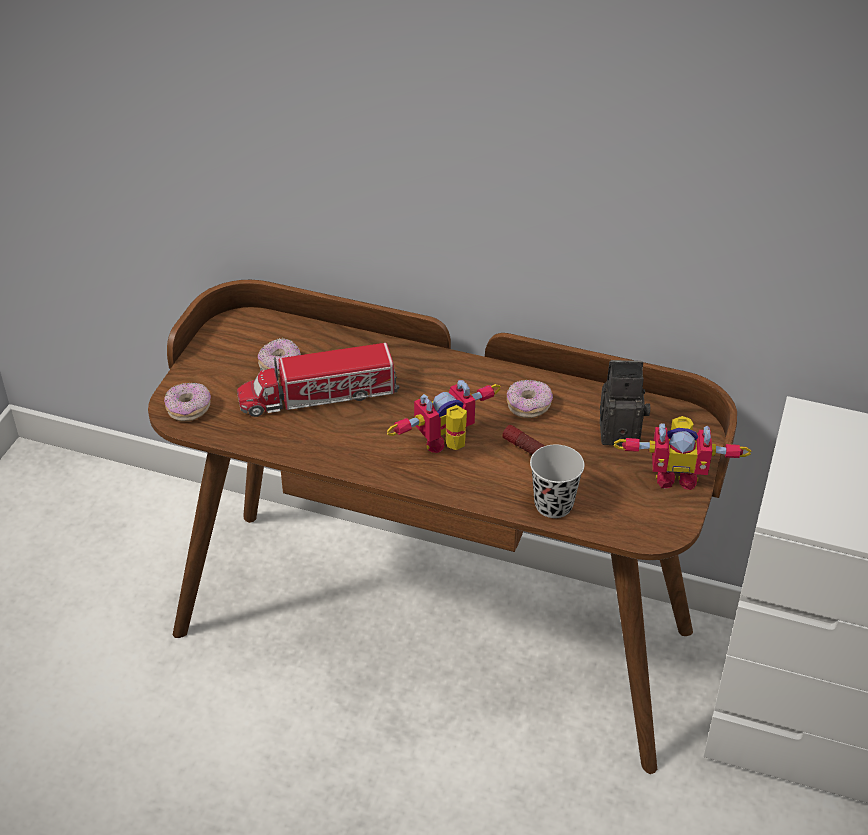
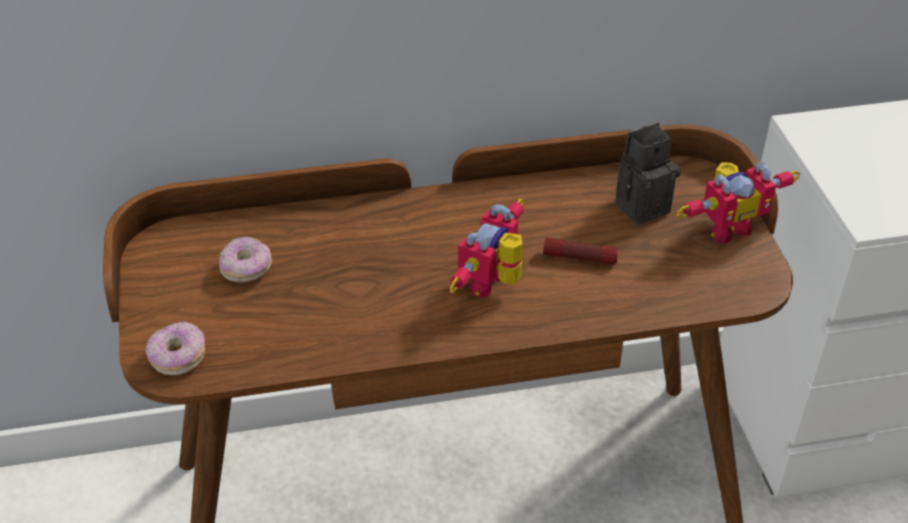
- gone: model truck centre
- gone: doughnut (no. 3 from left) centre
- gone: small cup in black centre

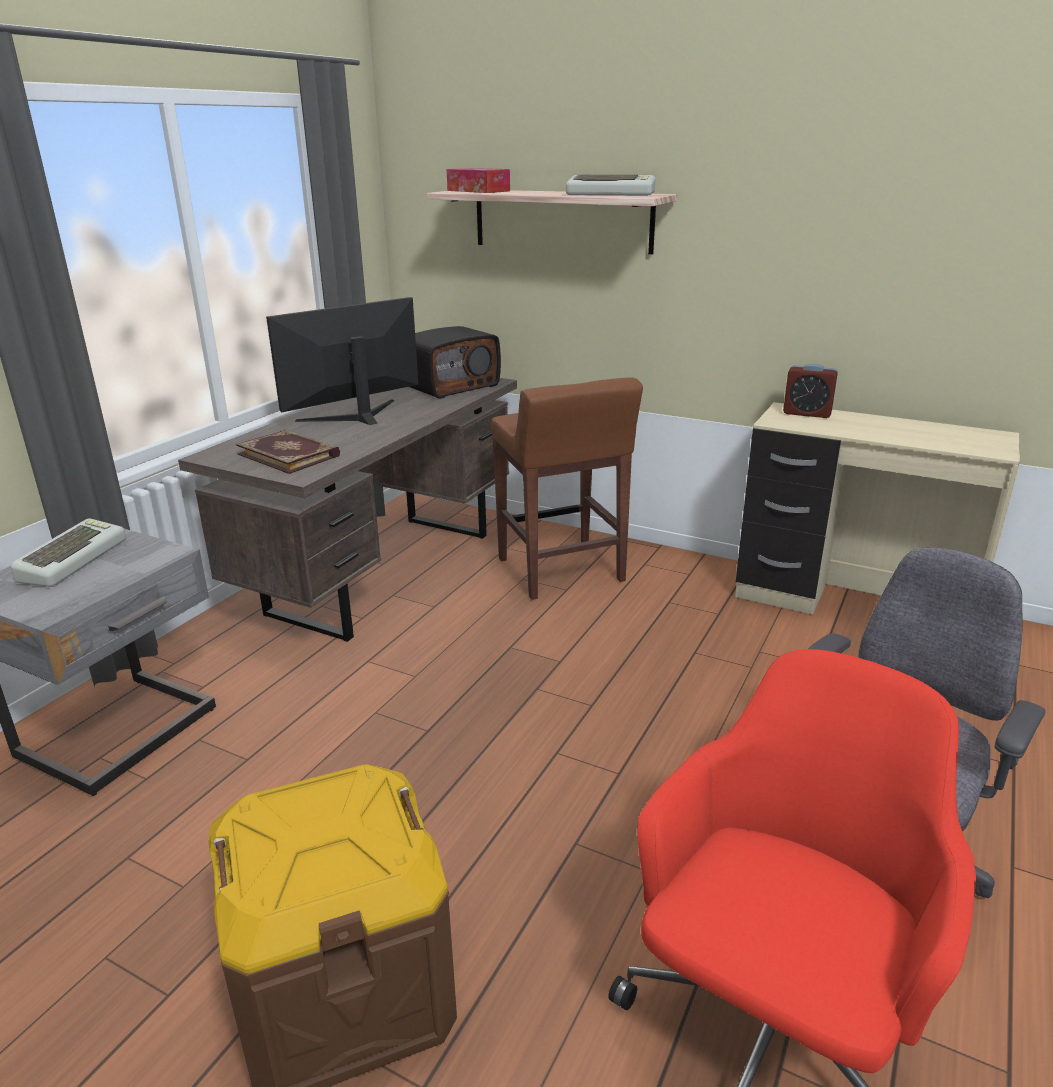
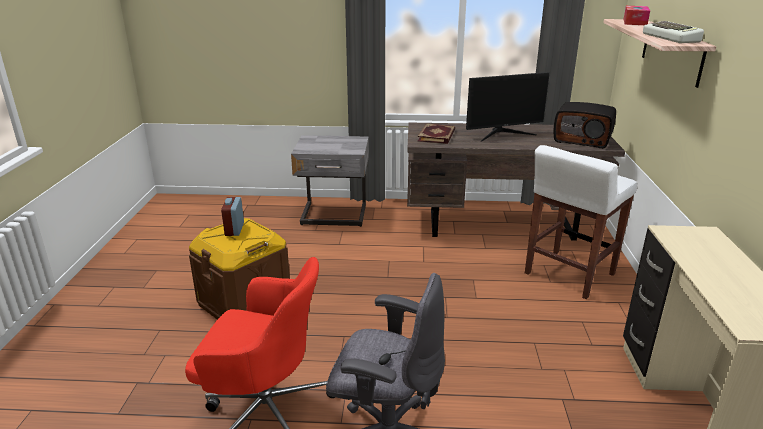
- rotated: computer screen top left = top centre 135 degrees clockwise
- shifted: bedside clock middle right to middle left
- repainted: sitting stool in brown-coloured centre to sitting stool in white-coloured middle right
- gone: computer keyboard (no. 1 from left) middle left

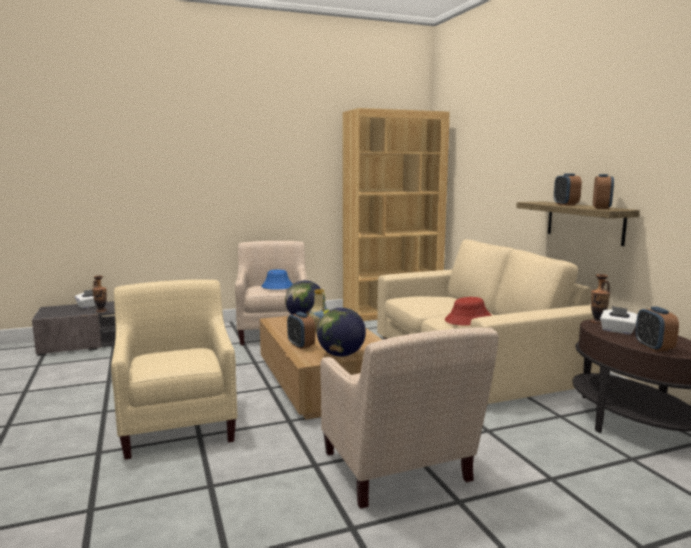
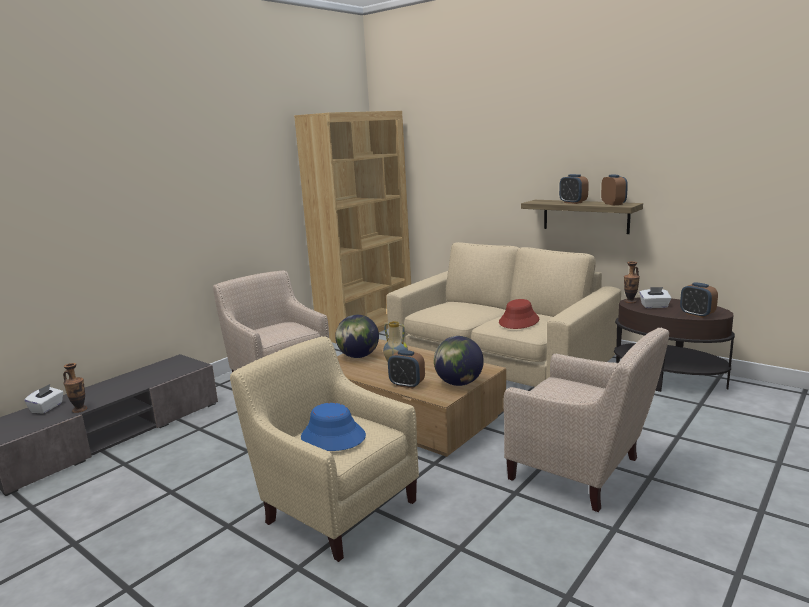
- shifted: hat in blue centre to bottom centre

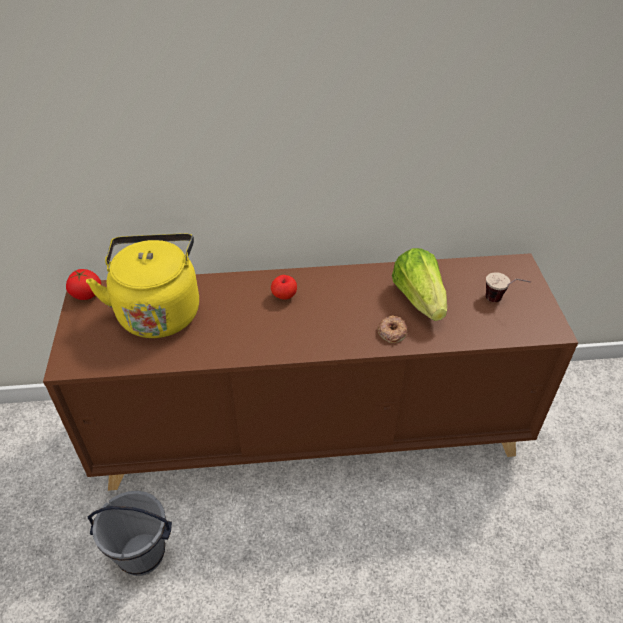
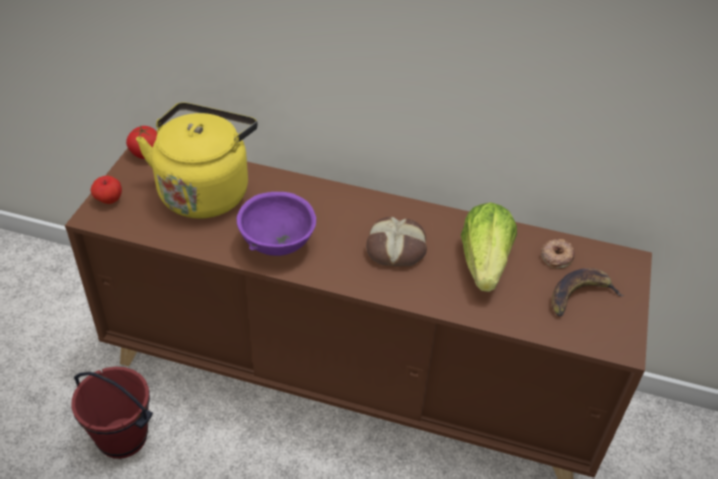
- swapped: small cup middle right to banana middle right
- shifted: whole apple centre to middle left
- shifted: doughnut centre to middle right
- repainted: pail in gray bottom left to pail in red bottom left
- new: bowl in purple centre
- new: bread centre

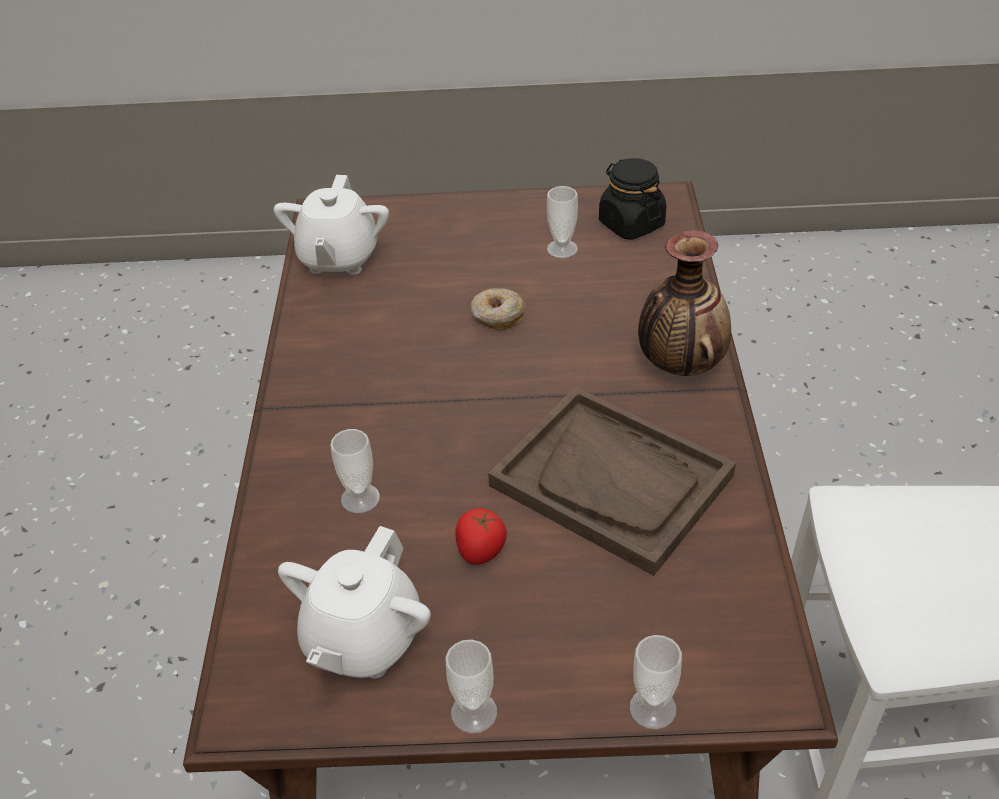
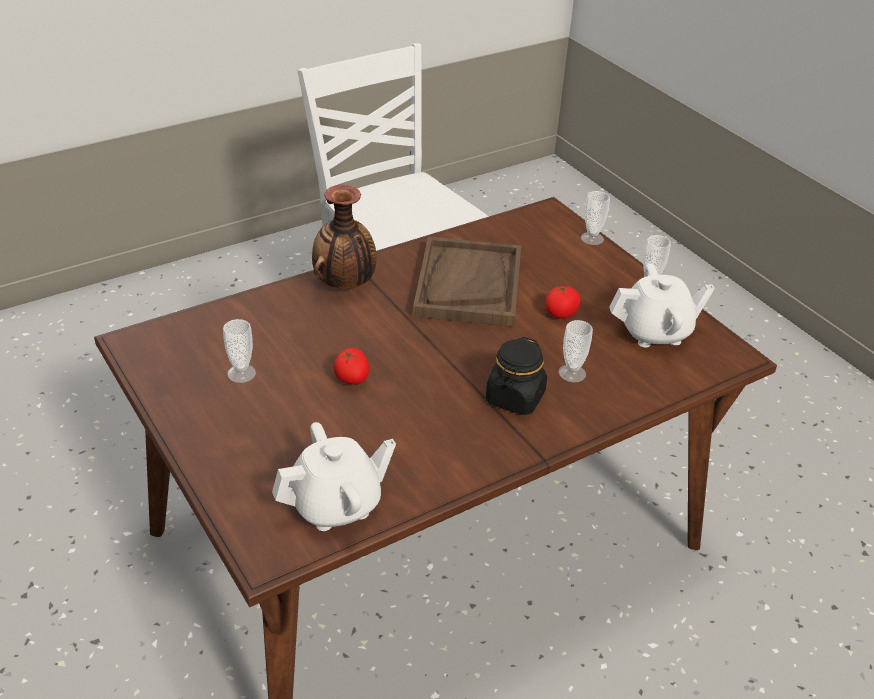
- shifted: preserve jar in black top centre to centre
- swapped: doughnut centre to fresh tomato (no. 1 from left) centre

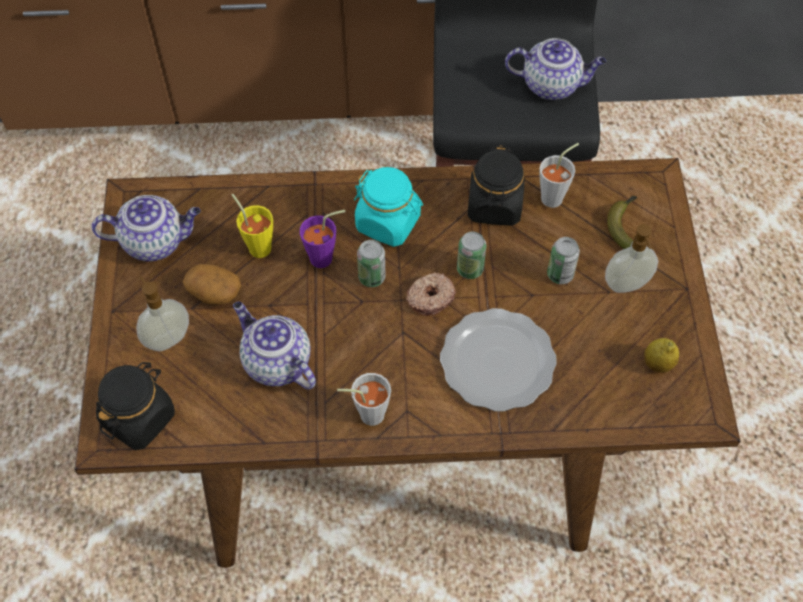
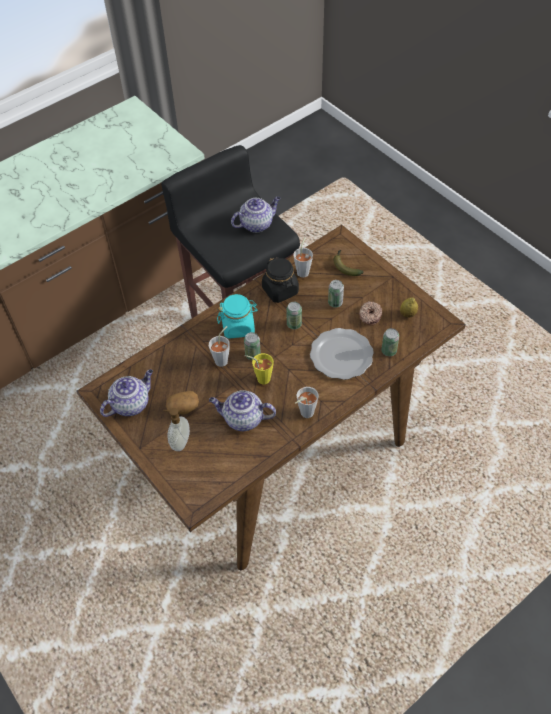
- shifted: small cup in yellow-coloured middle left to centre
- repainted: small cup in purple centre to small cup in gray (no. 1 from left) centre
- gone: soap dispenser (no. 2 from left) middle right
- shifted: doughnut centre to middle right
- gone: preserve jar in black (no. 1 from left) bottom left
- new: metal can (no. 4 from left) middle right

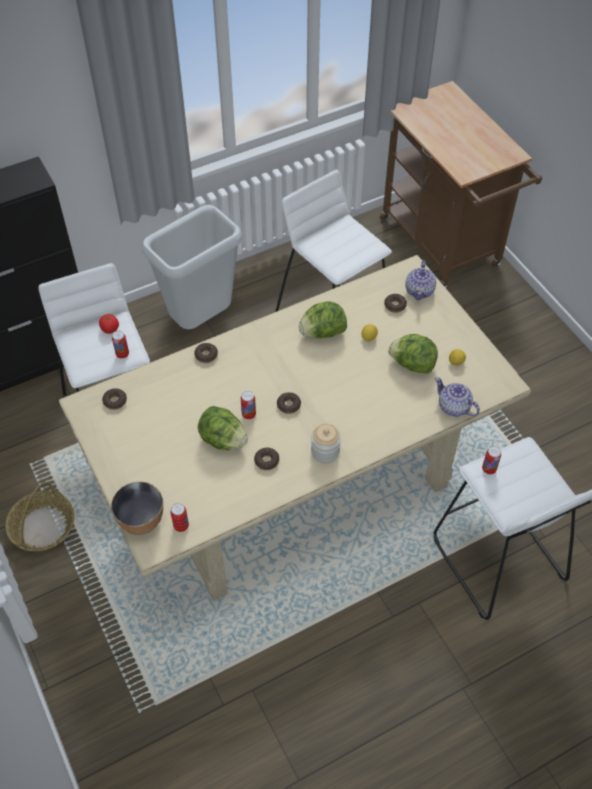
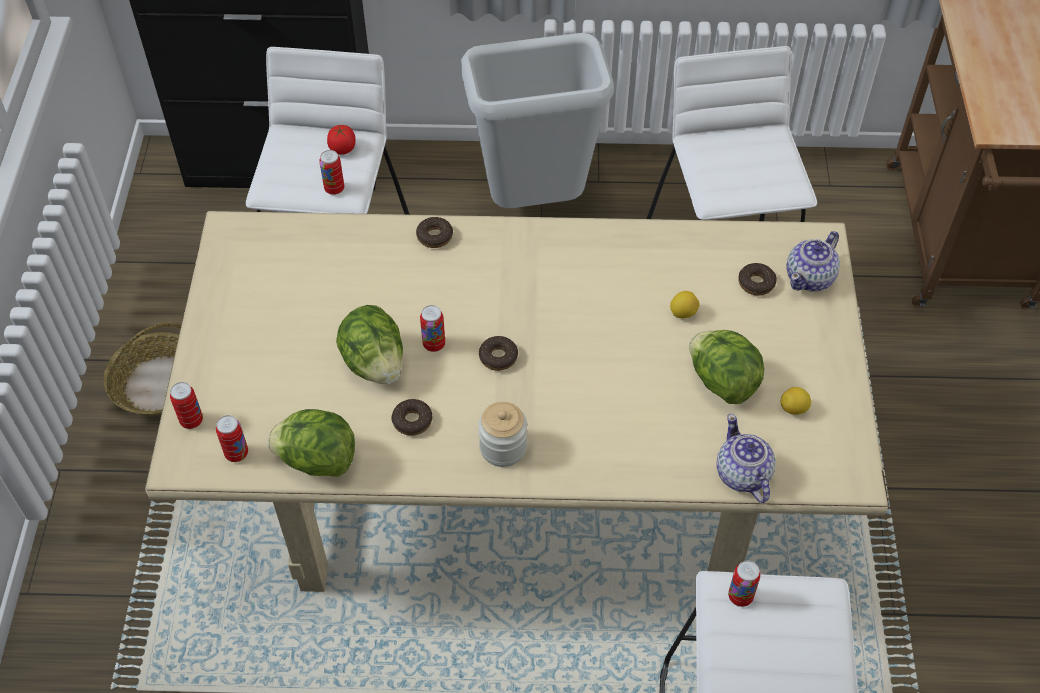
- shifted: lettuce head (no. 2 from left in the first image) centre to lettuce head (no. 1 from left) middle left
- gone: doughnut (no. 1 from left) middle left
- swapped: bowl middle left to metal can (no. 1 from left) middle left

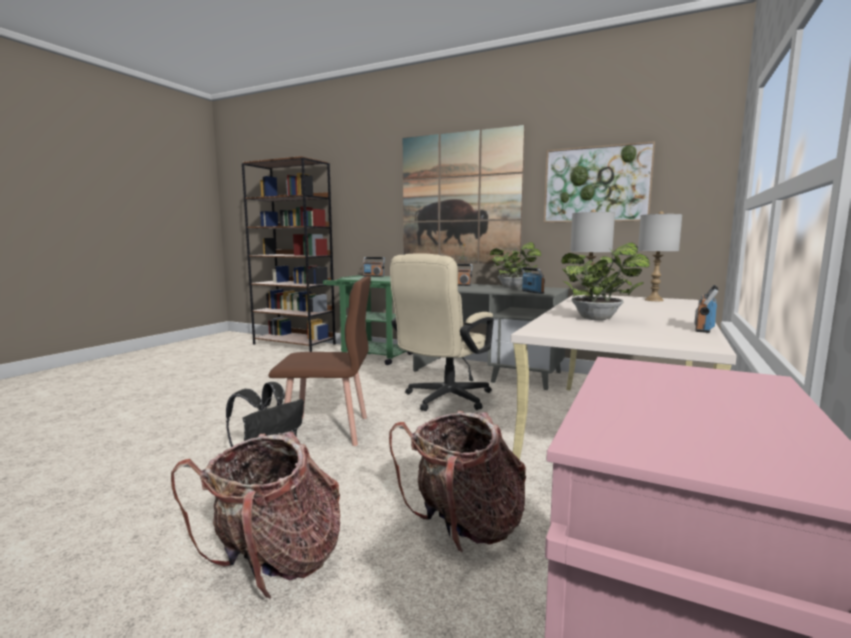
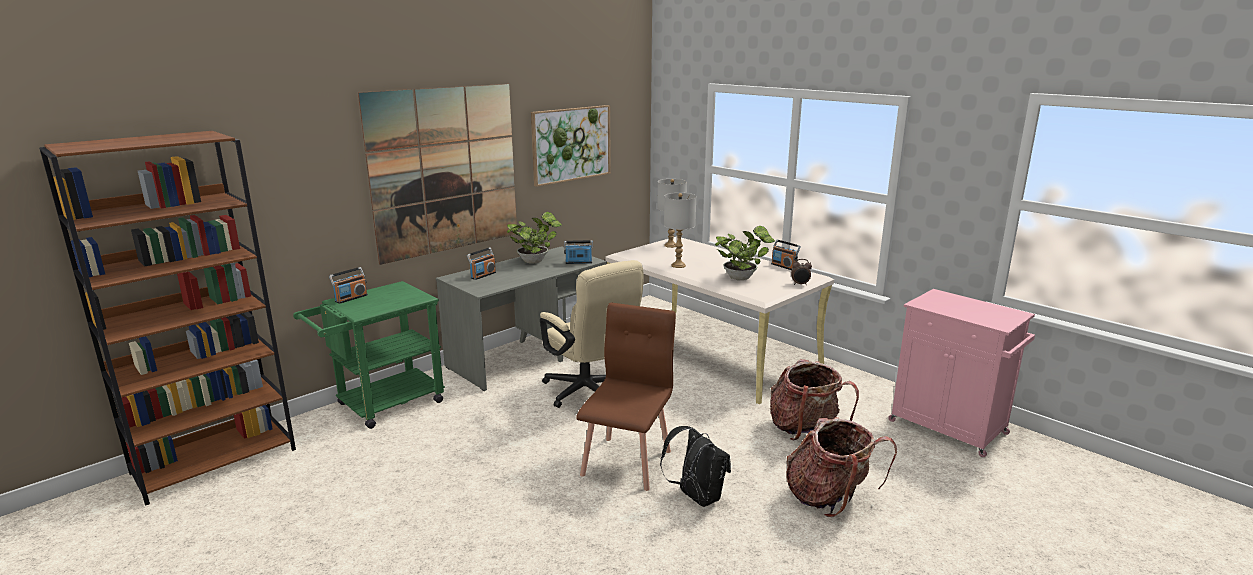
- new: bedside clock centre

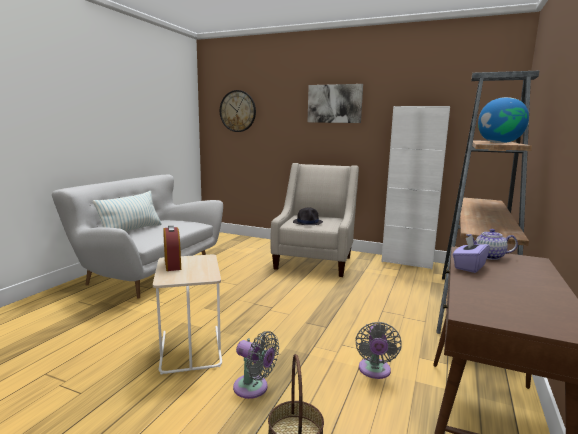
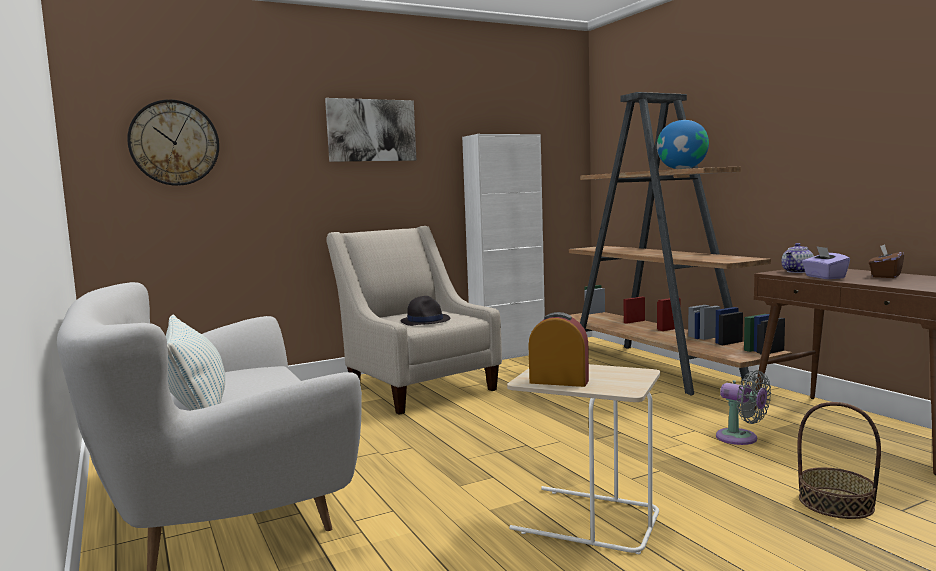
- gone: fan in gray (no. 1 from left) bottom centre
- new: tissue holder in brown-coloured middle right

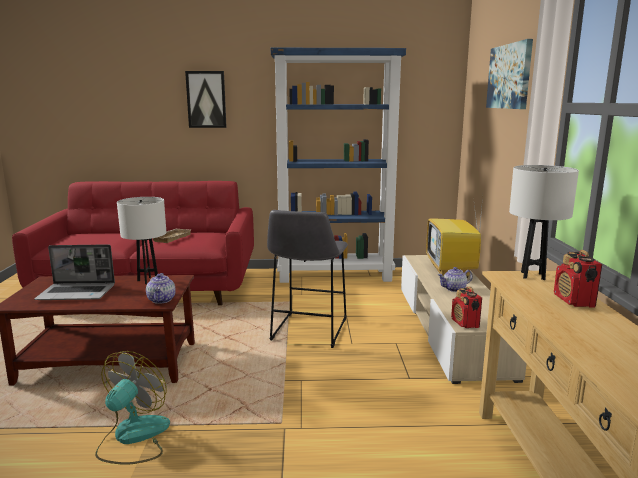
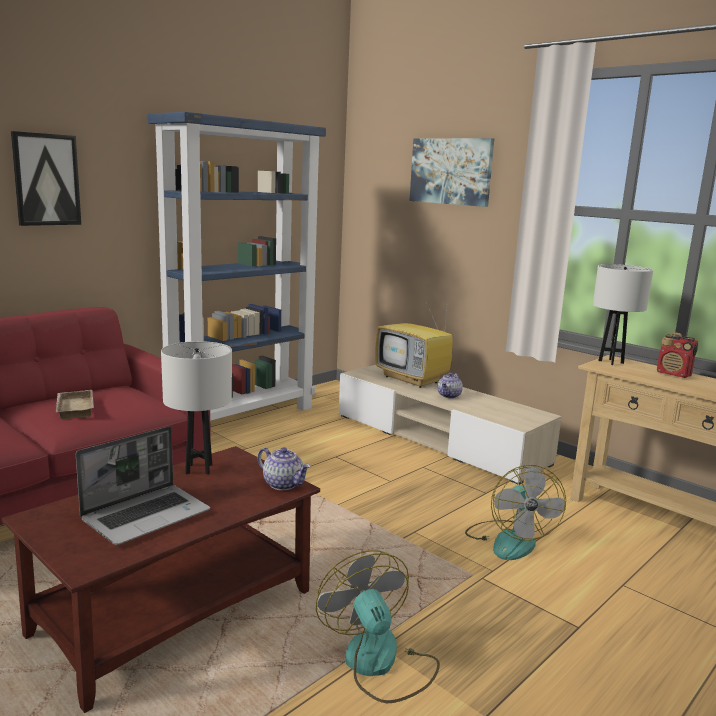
- gone: sitting stool in gray centre
- gone: radio (no. 1 from left) middle right
- new: fan (no. 2 from left) bottom right

